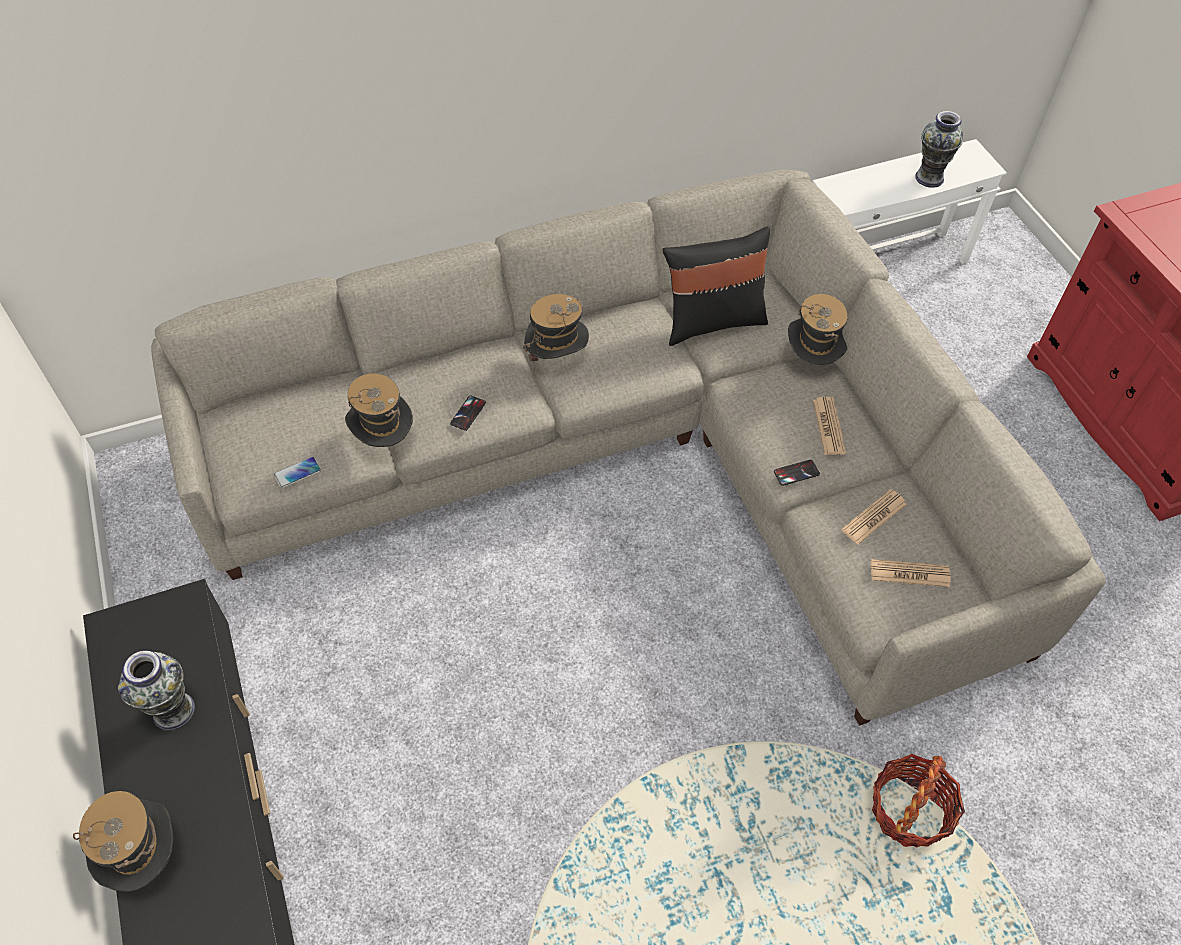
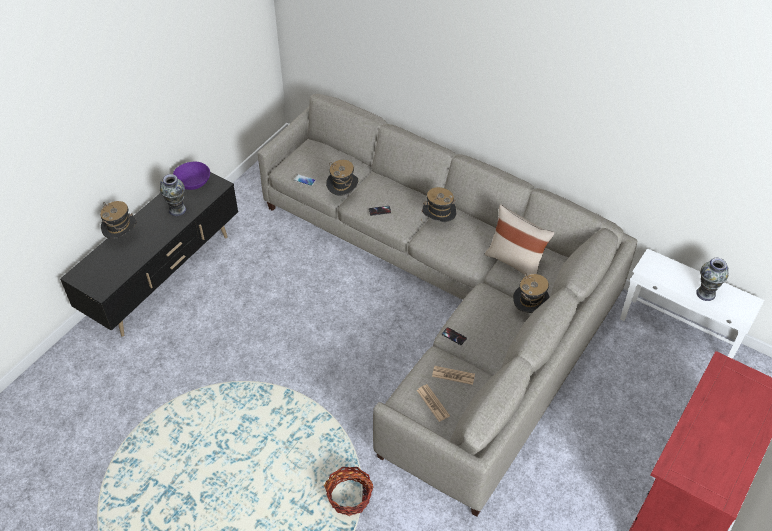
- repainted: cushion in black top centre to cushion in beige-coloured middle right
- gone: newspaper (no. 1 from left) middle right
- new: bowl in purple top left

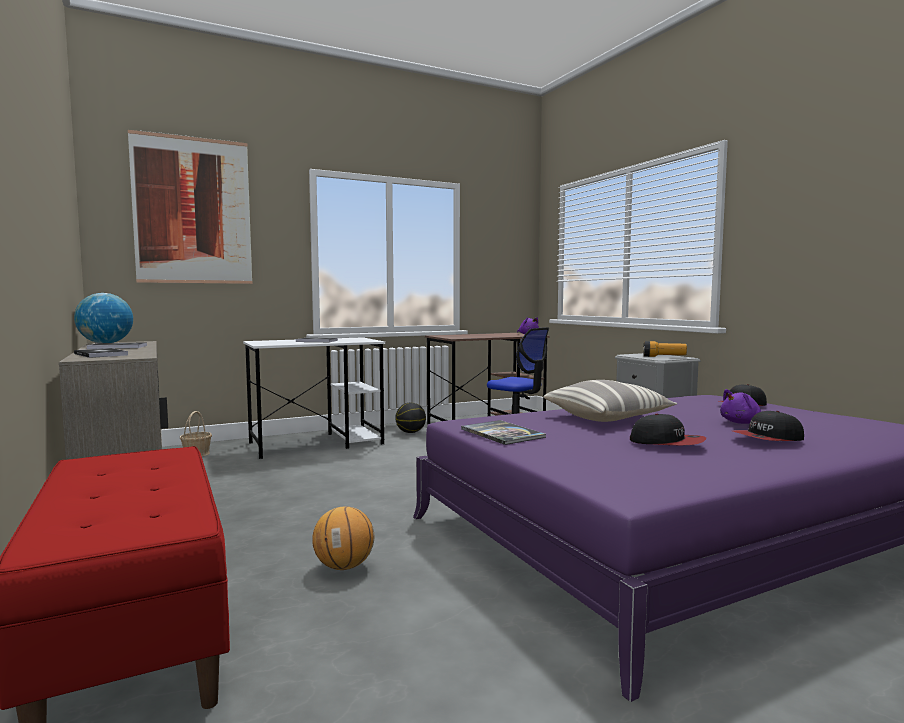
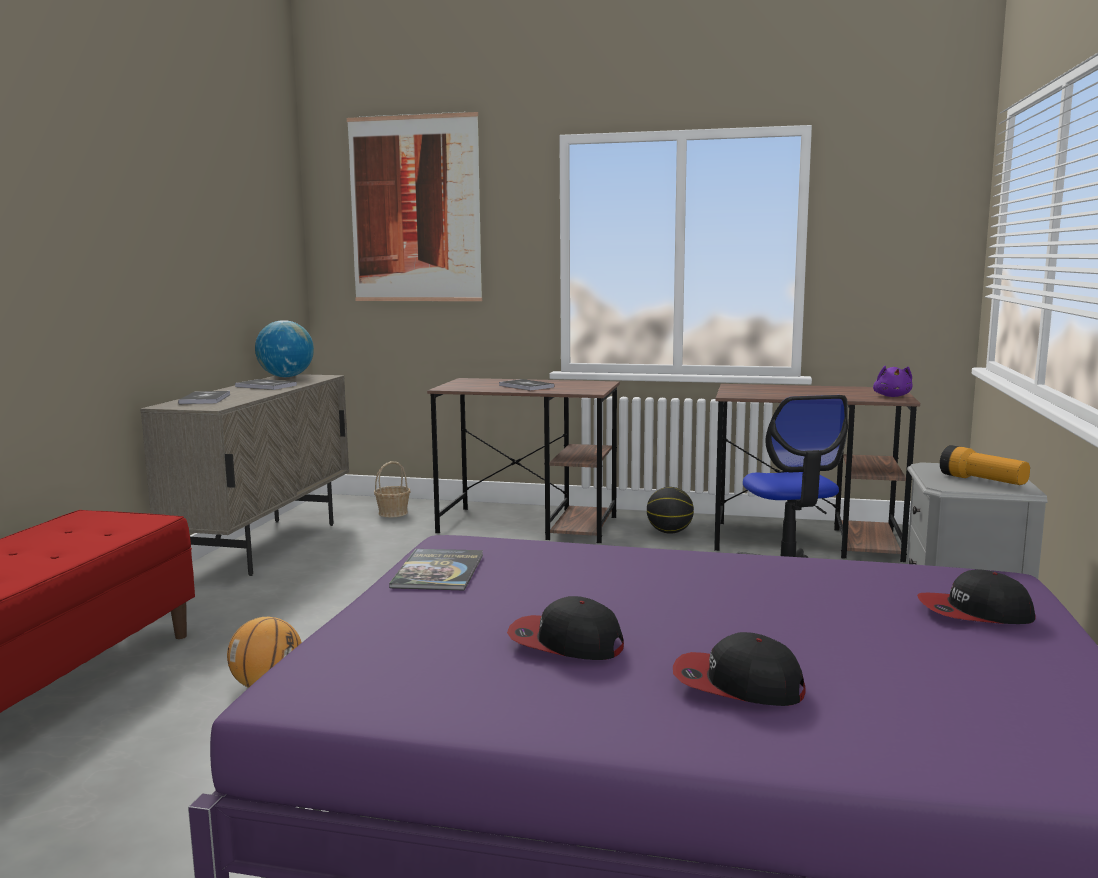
- repainted: desk in white-coloured centre to desk in brown-coloured (no. 1 from left) centre
- gone: cushion middle right
- gone: plush toy in purple (no. 2 from left) middle right
- rotated: cap (no. 1 from left) middle right = bottom centre 135 degrees clockwise

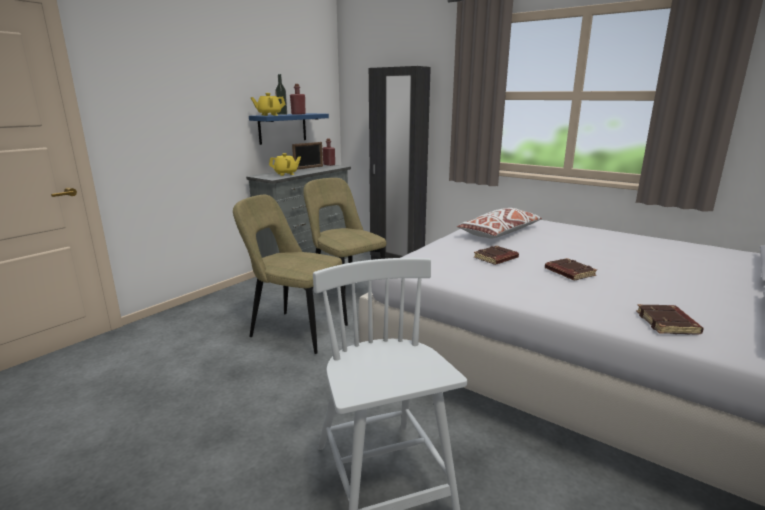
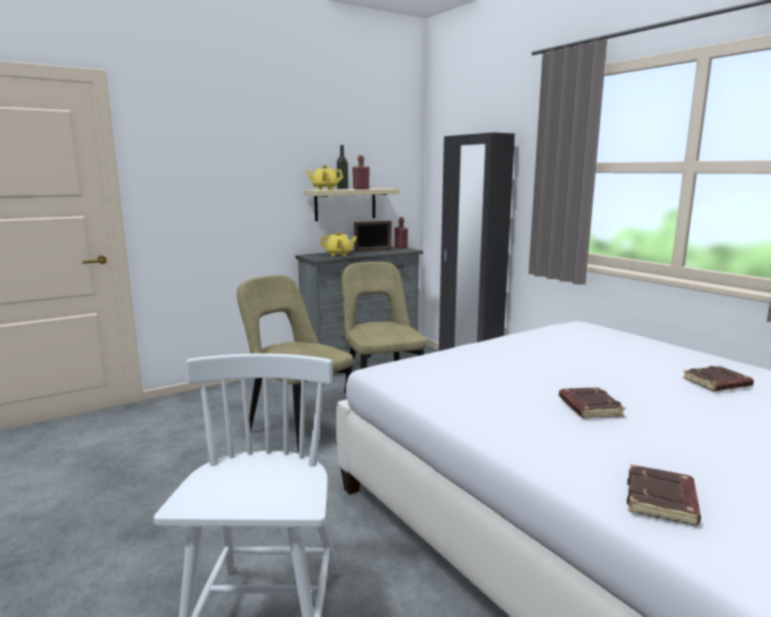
- repainted: bracket shelf in blue top centre to bracket shelf in beige-coloured top centre
- gone: cushion in white-coloured centre
- shifted: bound book in brown-coloured (no. 1 from left in the first image) centre to bound book in brown-coloured (no. 3 from left) middle right

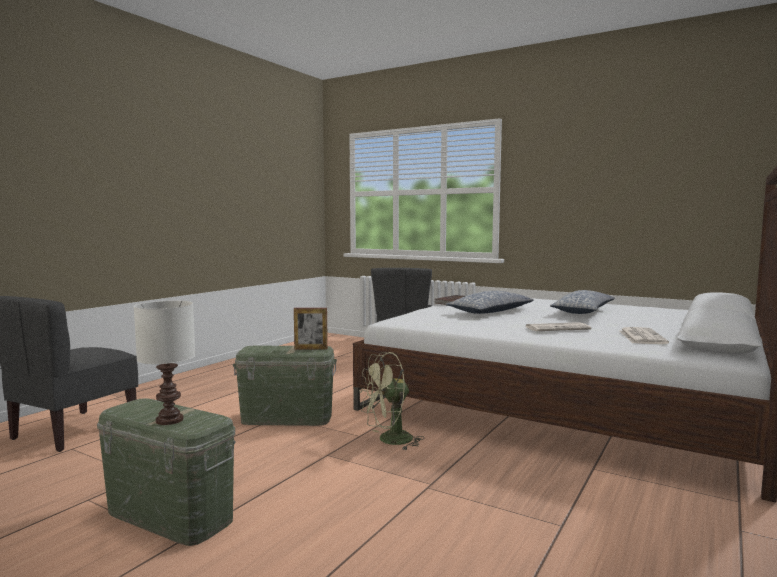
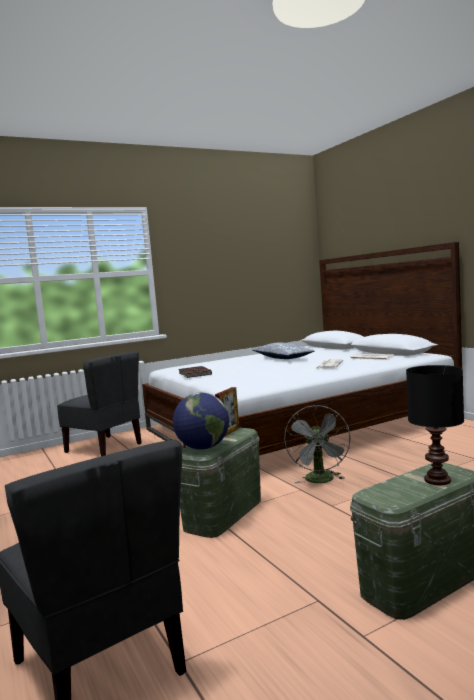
- gone: cushion (no. 1 from left) centre
- repainted: lamp for a table in white-coloured middle left to lamp for a table in black middle right
- repainted: fan in green-coloured bottom centre to fan in gray middle right
- new: desk globe centre

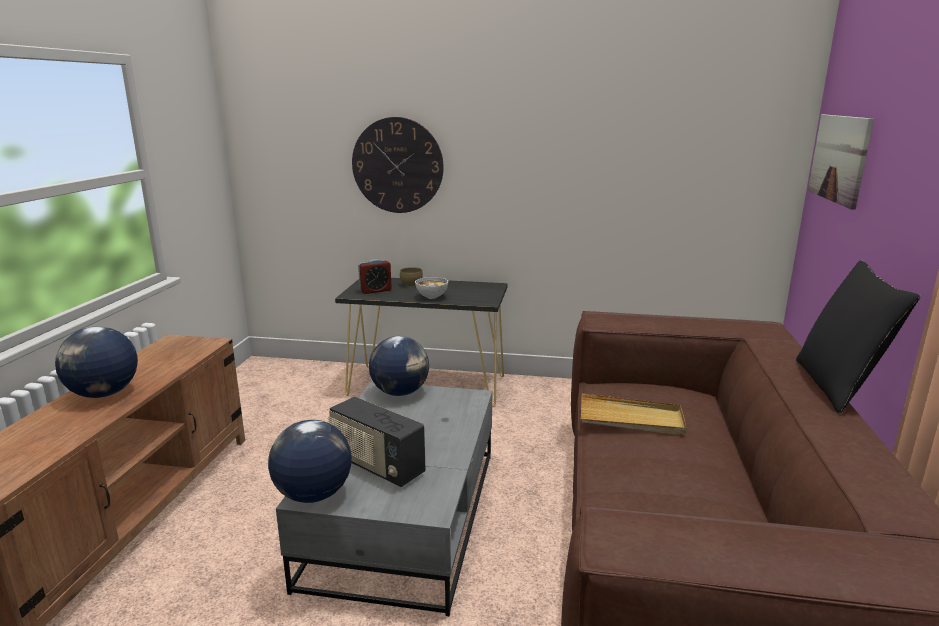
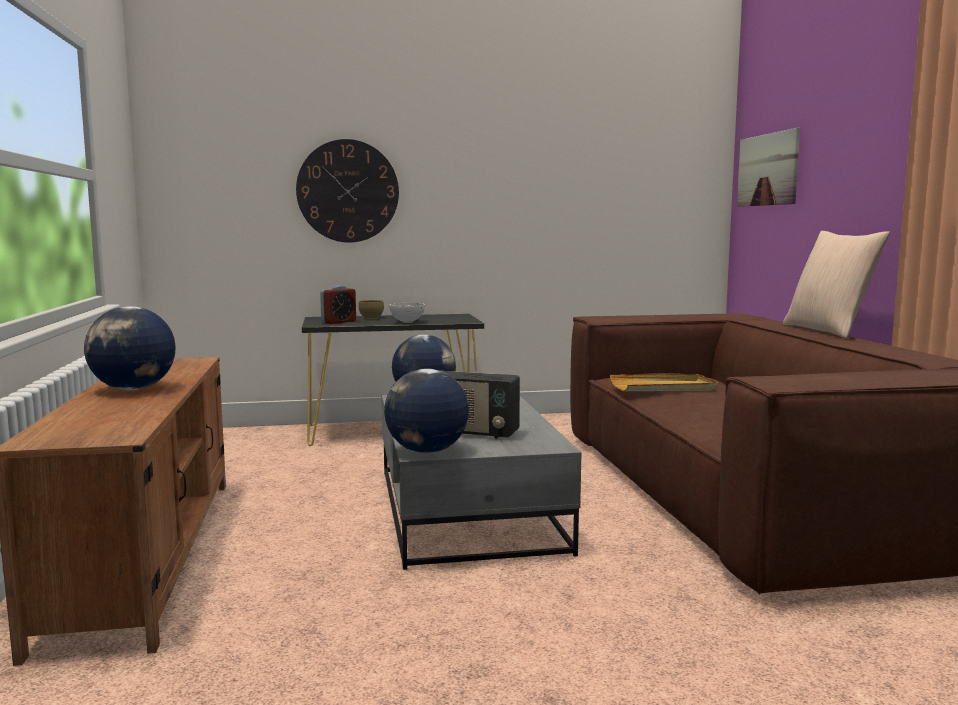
- repainted: cushion in black middle right to cushion in beige-coloured middle right

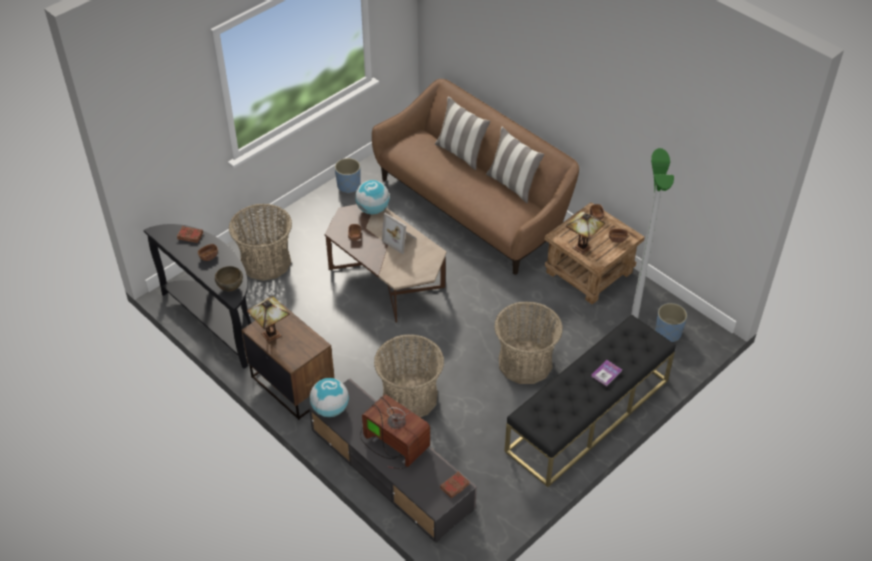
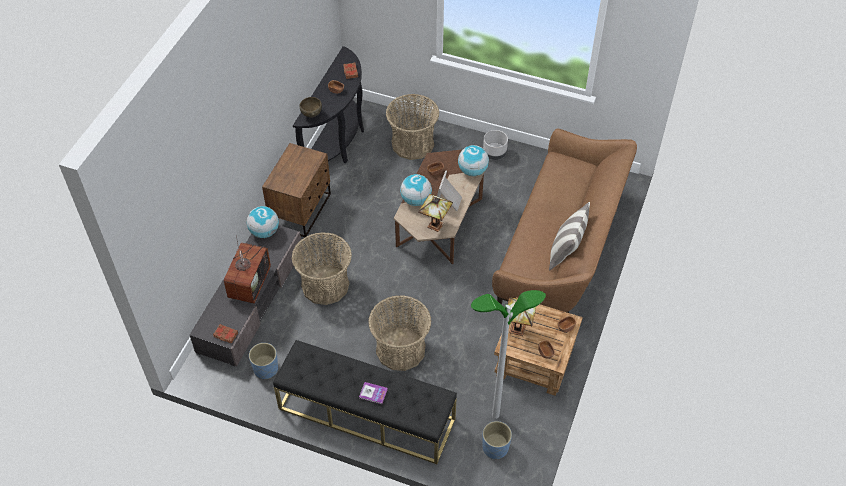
- gone: cushion (no. 1 from left) top centre
- shifted: plant pot in blue (no. 1 from left) top centre to bottom left
- shifted: lamp for a table (no. 1 from left) middle left to centre
- new: plant pot in gray top centre
- new: desk globe (no. 2 from left) centre

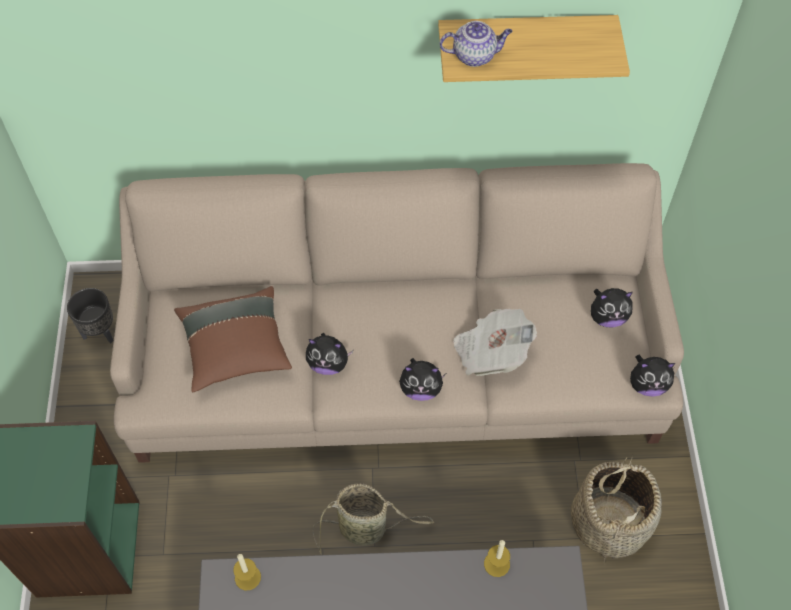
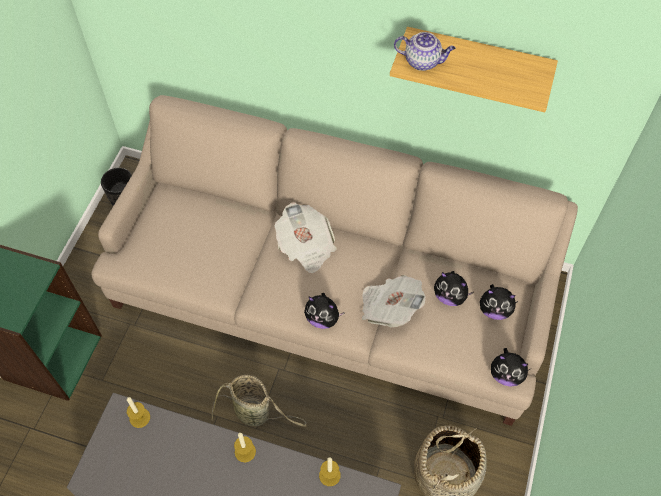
- gone: cushion in brown-coloured middle left
- shifted: plush toy (no. 1 from left in the first image) centre to plush toy (no. 2 from left) middle right
- new: newspaper (no. 1 from left) centre
- new: wax candle (no. 2 from left) bottom centre

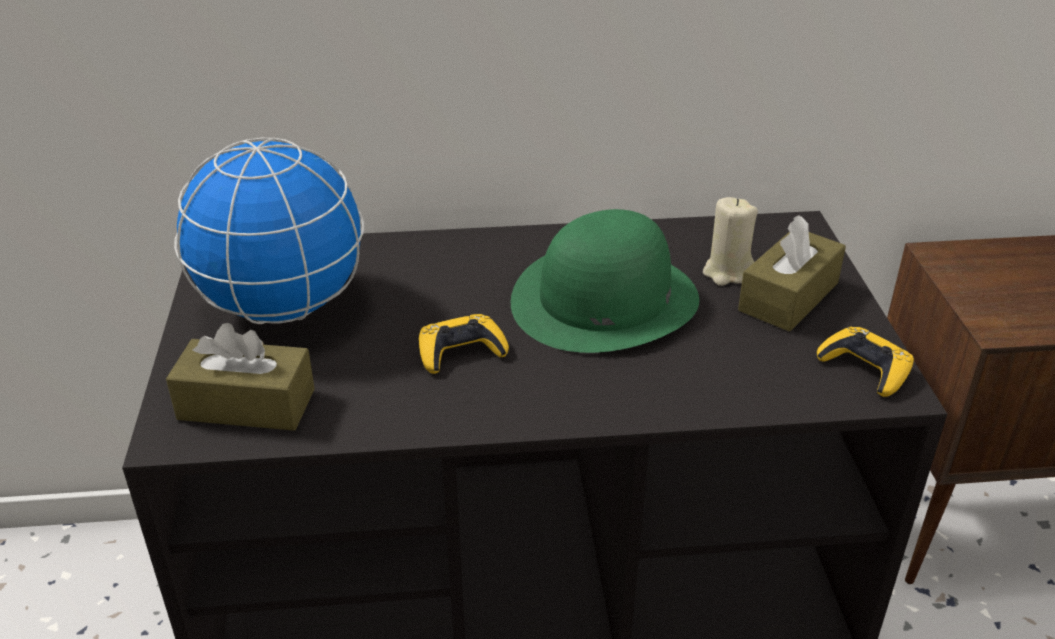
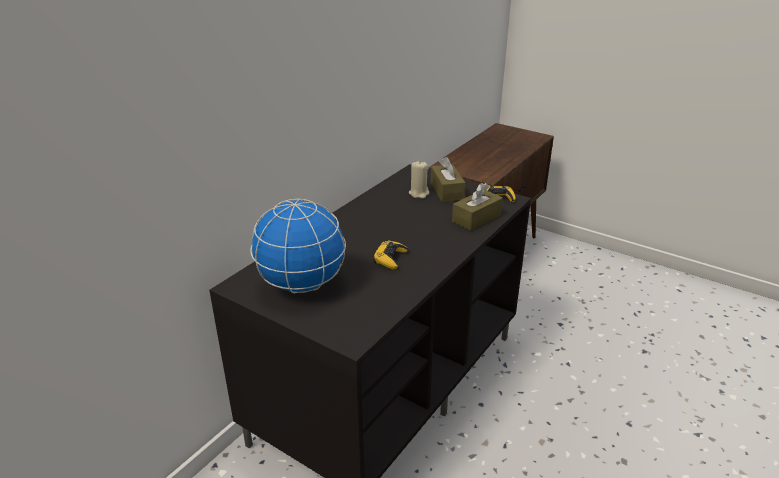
- gone: hat in green-coloured centre
- shifted: tissue holder in brown-coloured (no. 1 from left in the first image) middle left to tissue holder in brown-coloured (no. 2 from left) centre

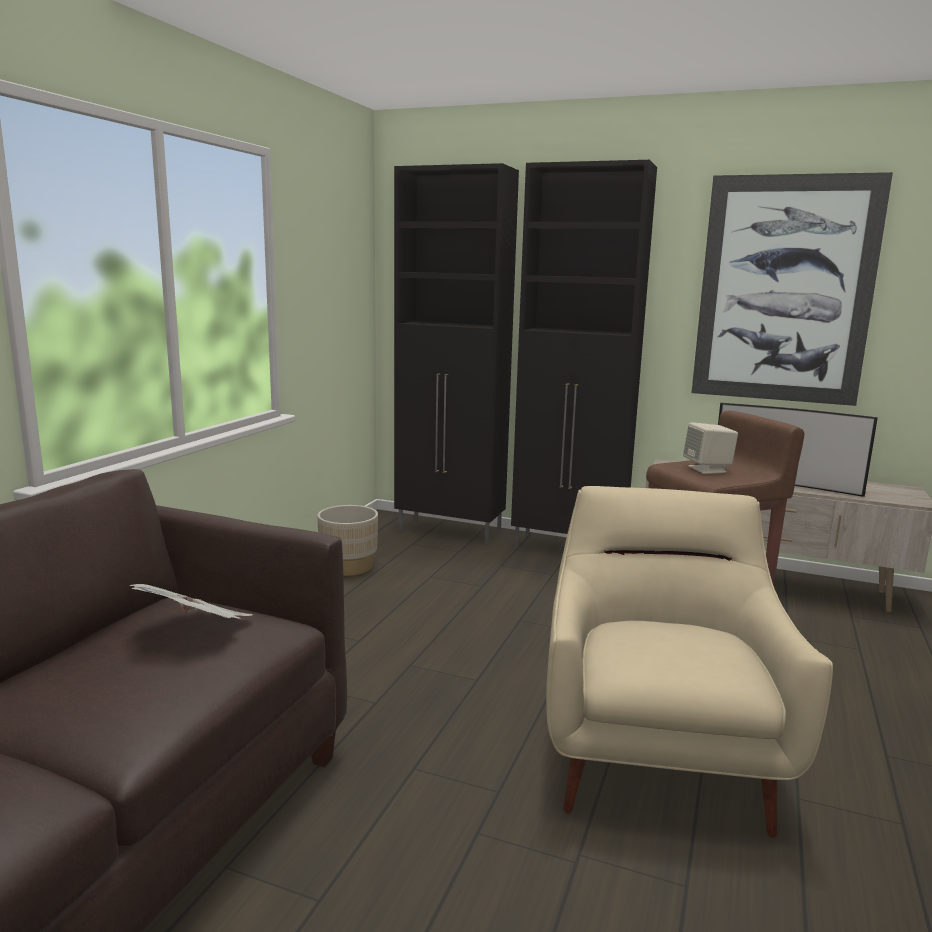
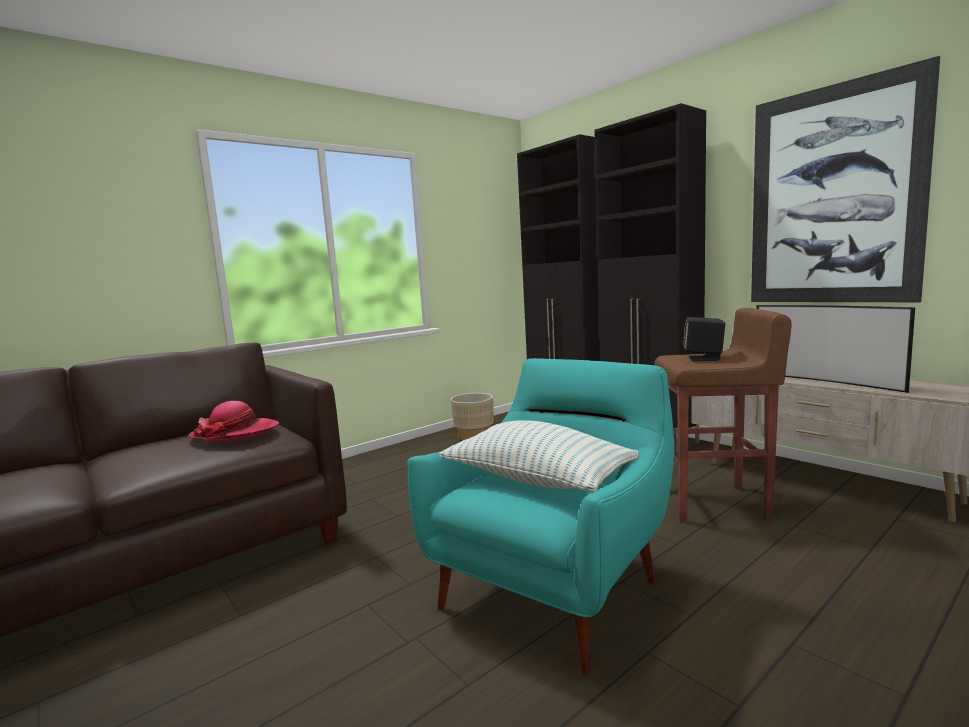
- repainted: speaker in beige-coloured middle right to speaker in black middle right
- repainted: easy chair in beige-coloured bottom right to easy chair in turquoise-coloured bottom centre
- swapped: newspaper middle left to hat middle left
- new: cushion centre

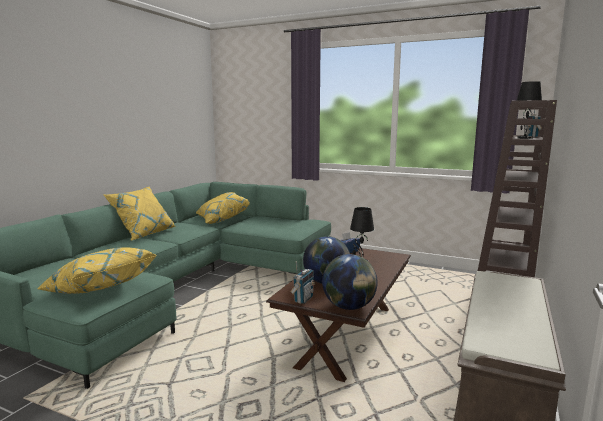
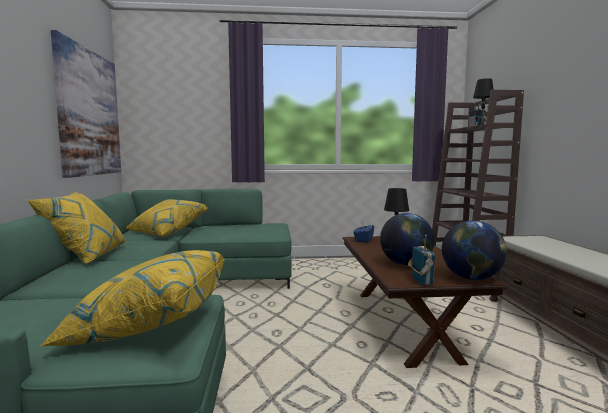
- new: picture top left

